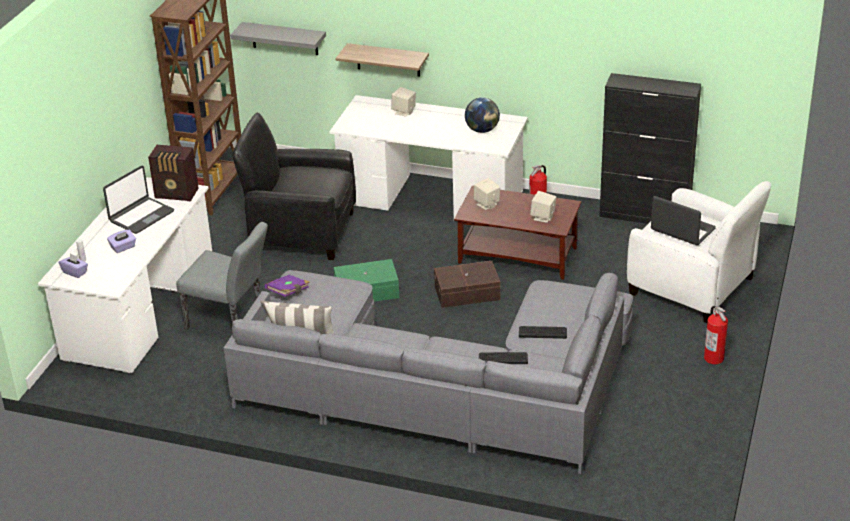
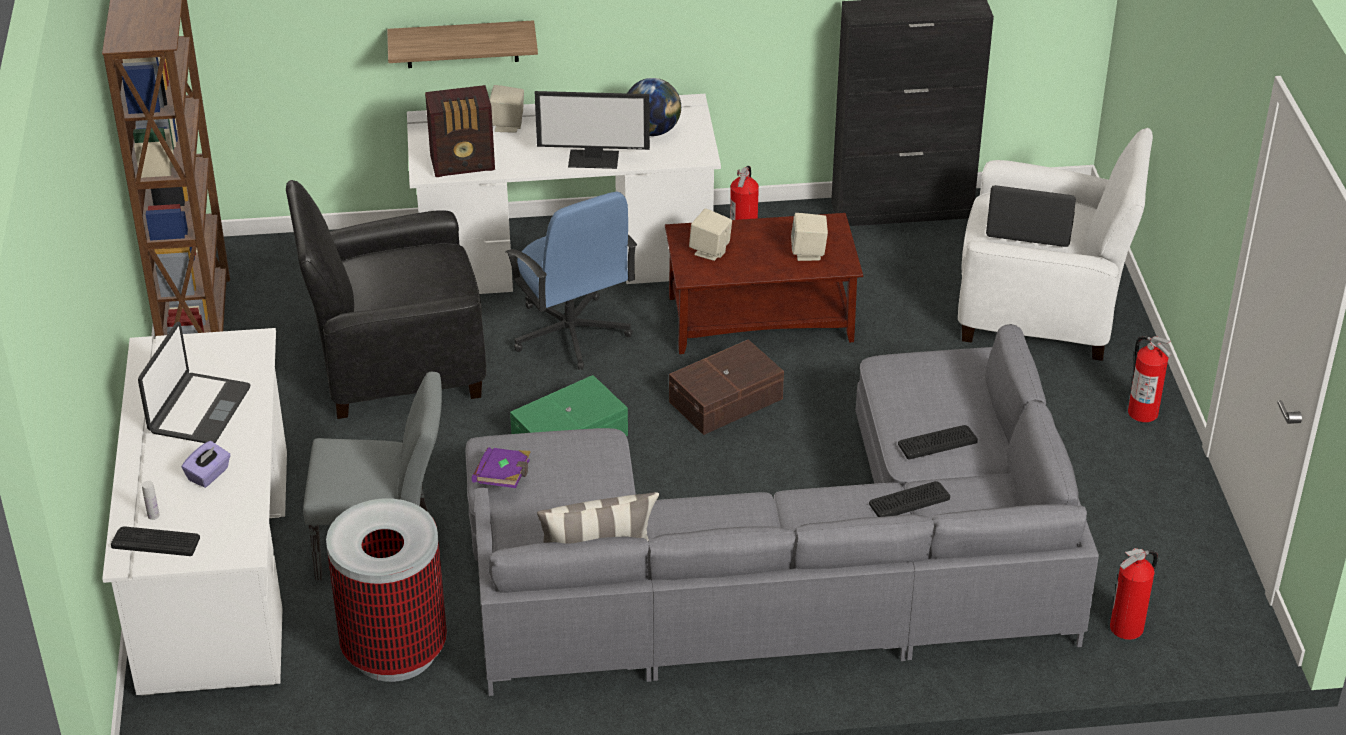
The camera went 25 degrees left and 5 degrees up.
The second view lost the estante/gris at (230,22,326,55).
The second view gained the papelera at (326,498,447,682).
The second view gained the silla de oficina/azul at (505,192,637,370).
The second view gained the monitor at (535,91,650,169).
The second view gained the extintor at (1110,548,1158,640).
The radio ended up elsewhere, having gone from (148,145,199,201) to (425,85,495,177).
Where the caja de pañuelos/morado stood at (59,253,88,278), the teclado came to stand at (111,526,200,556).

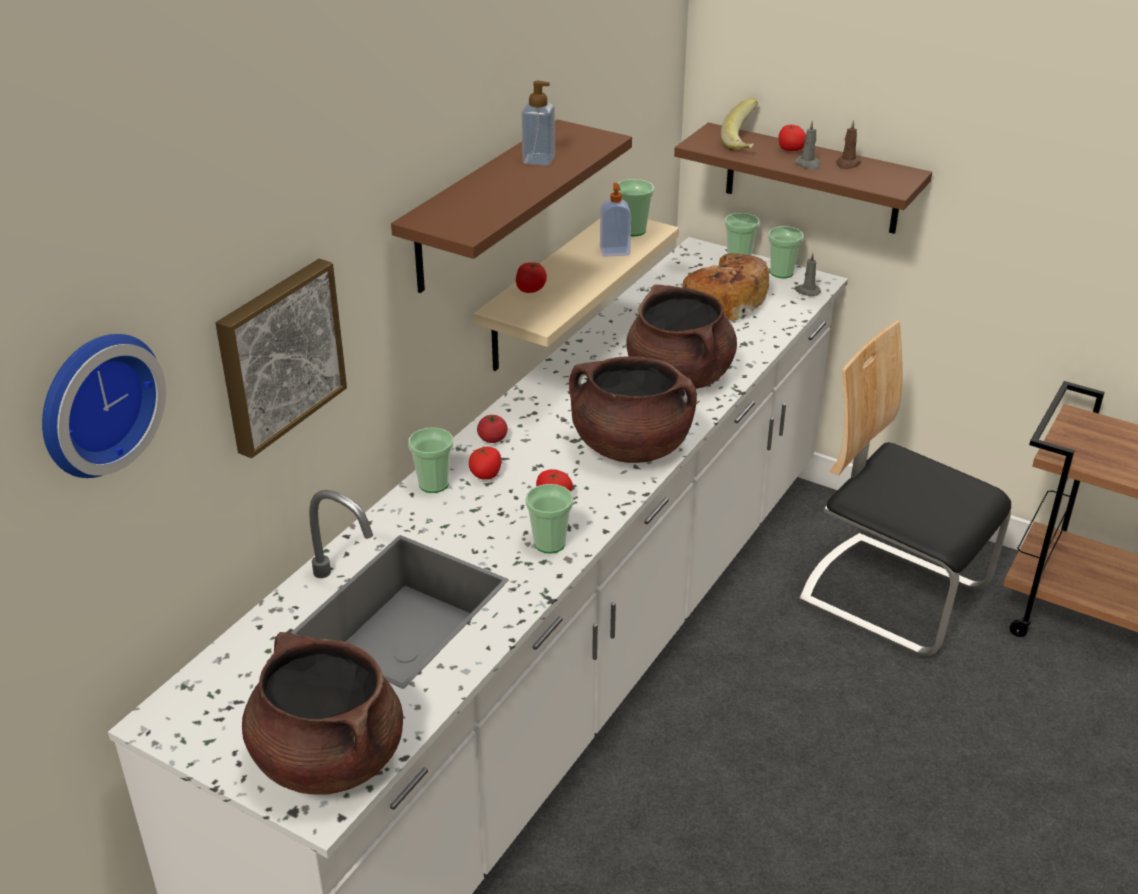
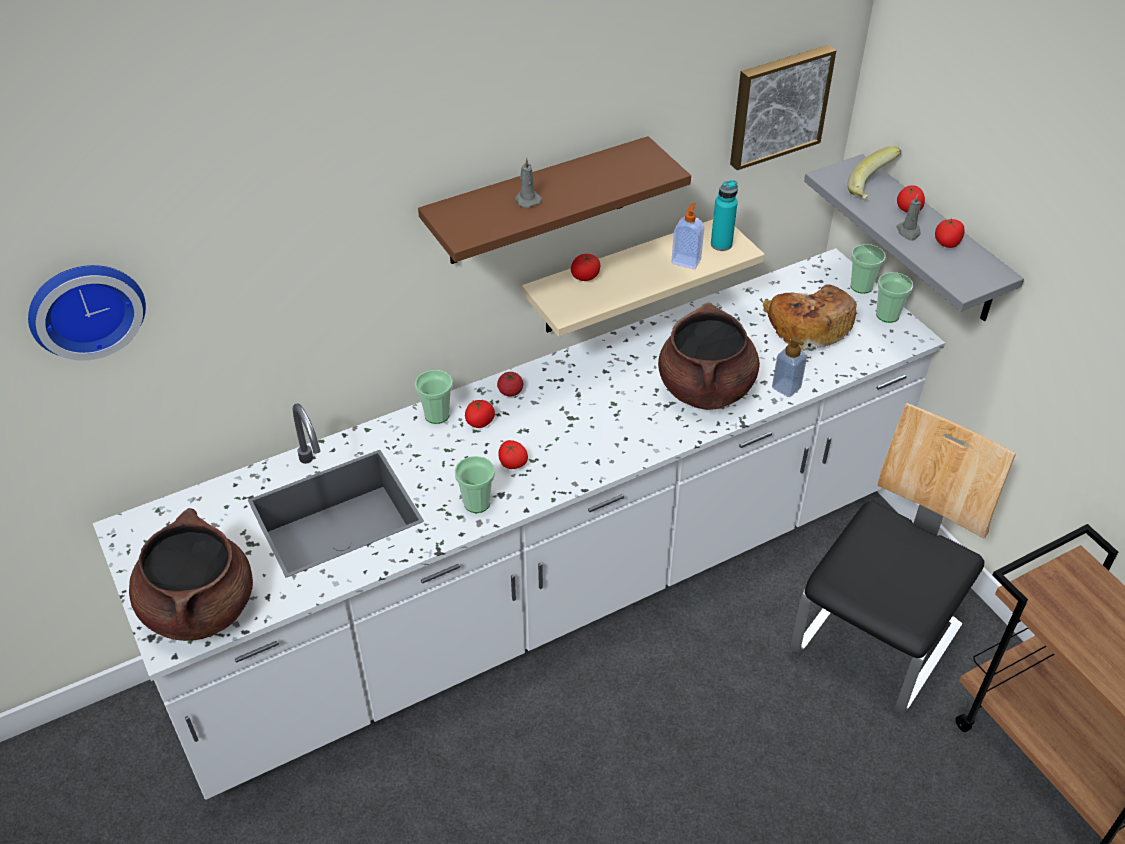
The camera went 30 degrees right and 10 degrees up.
The second view lost the olla/marrón at (569,356,697,463).
The cuadro ended up elsewhere, having gone from (215,259,347,458) to (730,45,836,170).
The dispensador de jabón ended up elsewhere, having gone from (522,81,555,166) to (772,337,807,397).
The vela/gris ended up elsewhere, having gone from (795,253,821,296) to (514,158,542,208).
Where the taza stood at (618,179,654,236), the botella/turquesa came to stand at (711,180,738,251).
Where the vela/marrón stood at (836,120,861,169), the tomate came to stand at (935,219,964,248).
What was the estante/marrón at (674,123,932,234) turned into the estante/gris at (804,154,1024,321).
The silla at (799,321,1011,657) ended up facing another way, 60 degrees clockwise from before.

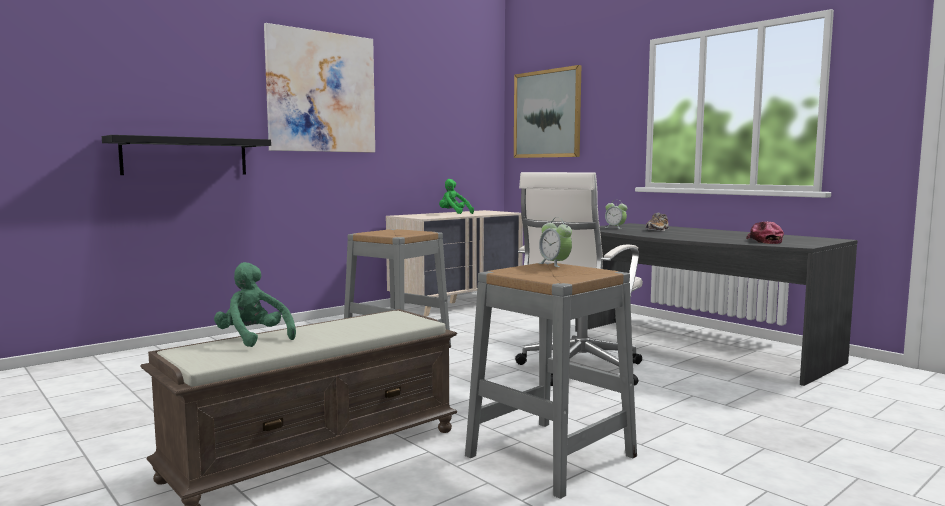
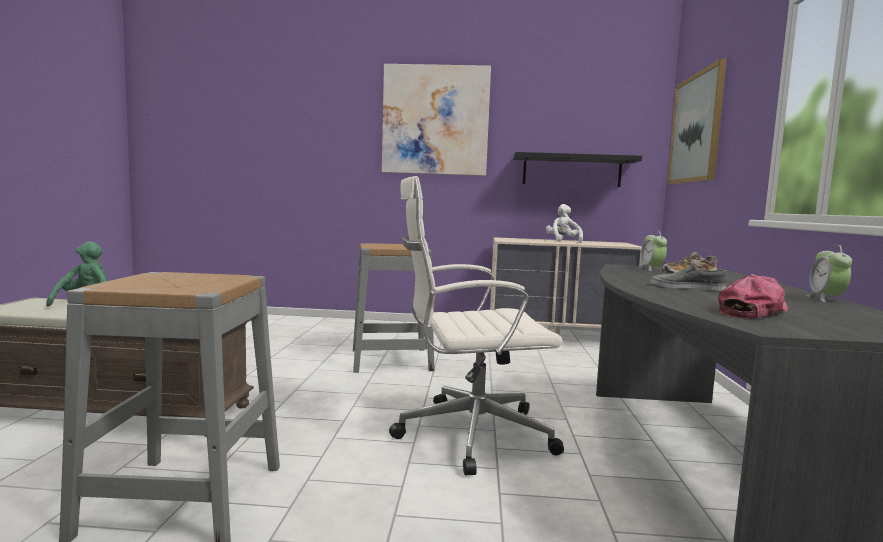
The camera went 45 degrees right and 0 degrees up.
The second view gained the zapato/gris at (651,264,727,291).
The estante/negro ended up elsewhere, having gone from (102,135,271,175) to (513,152,642,187).
The despertador ended up elsewhere, having gone from (539,217,572,267) to (806,245,852,302).
What was the peluche/verde at (439,179,474,214) turned into the peluche/blanco at (546,204,583,243).

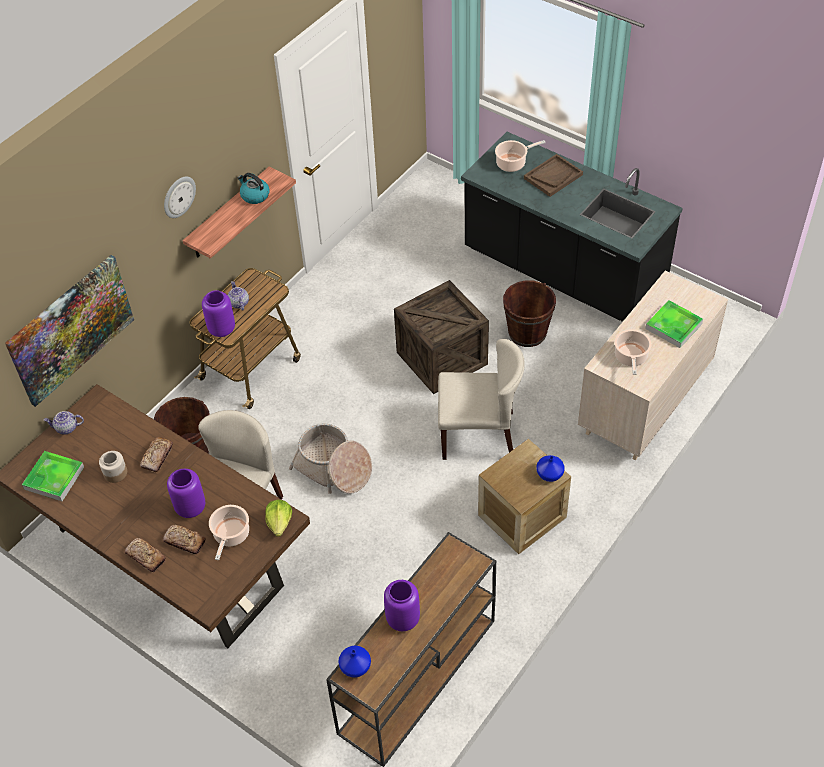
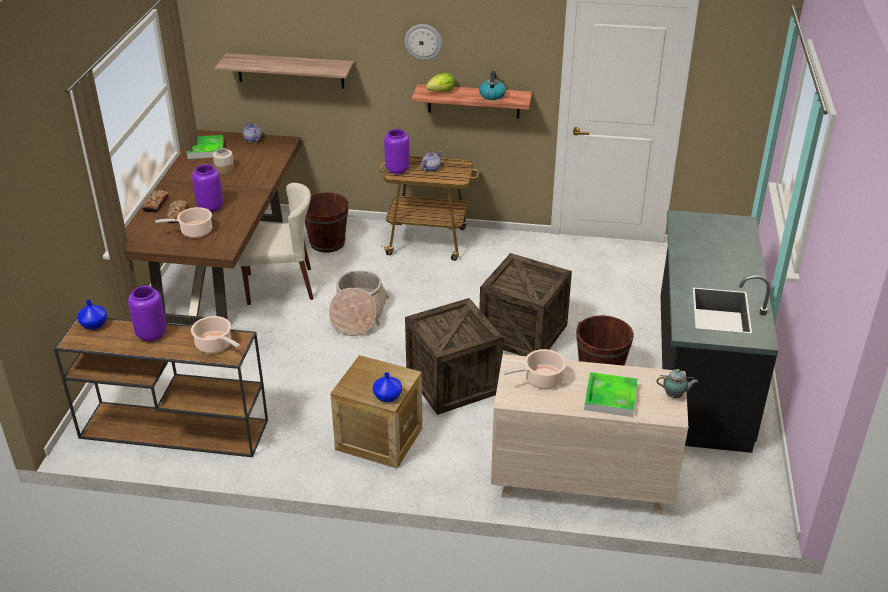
The camera went 60 degrees right and 15 degrees down.
The second view lost the pan at (140,437,173,472).
The second view lost the bandeja/marrón at (524,154,583,197).
The second view gained the tetera at (656,369,698,398).
The lechuga ended up elsewhere, having gone from (265,500,292,537) to (426,73,455,92).
The olla ended up elsewhere, having gone from (495,140,546,172) to (191,316,240,353).
Where the cuadro hung at (5,255,134,407), the estante came to hang at (215,53,354,88).
Where the silla/beis stood at (438,339,525,460), the caja de embalaje came to stand at (405,298,504,415).

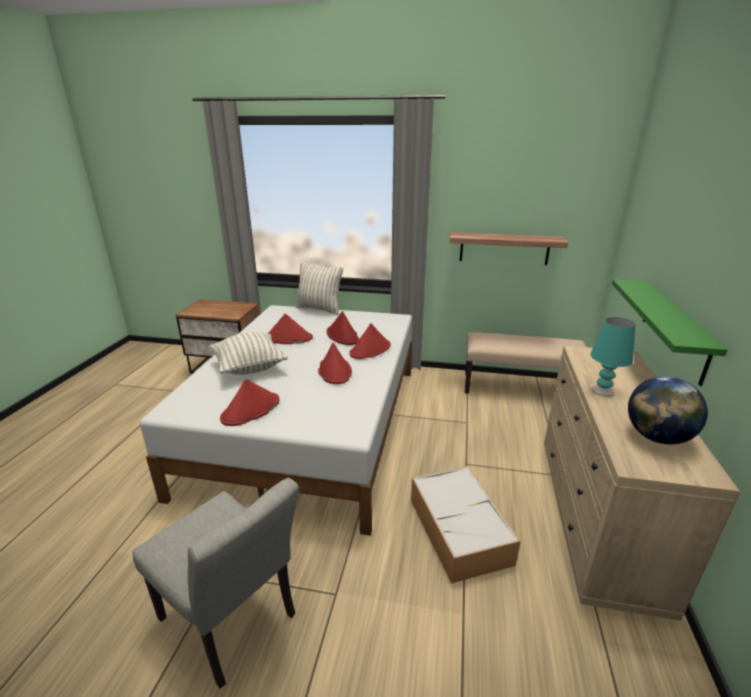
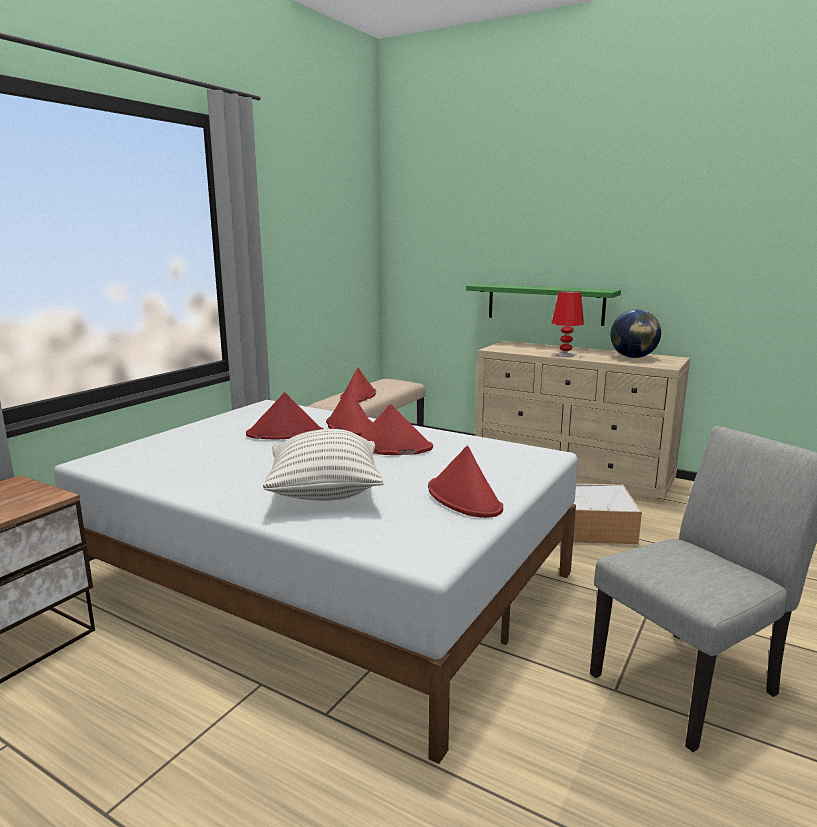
The camera went 70 degrees left and 10 degrees down.
The second view lost the cojín at (295,262,343,315).
The second view lost the estante at (450,232,568,265).
The sombrero/rojo ended up elsewhere, having gone from (268,314,313,344) to (340,367,377,402).
What was the lámpara de mesa/turquesa at (590,317,635,397) turned into the lámpara de mesa/rojo at (552,291,584,357).

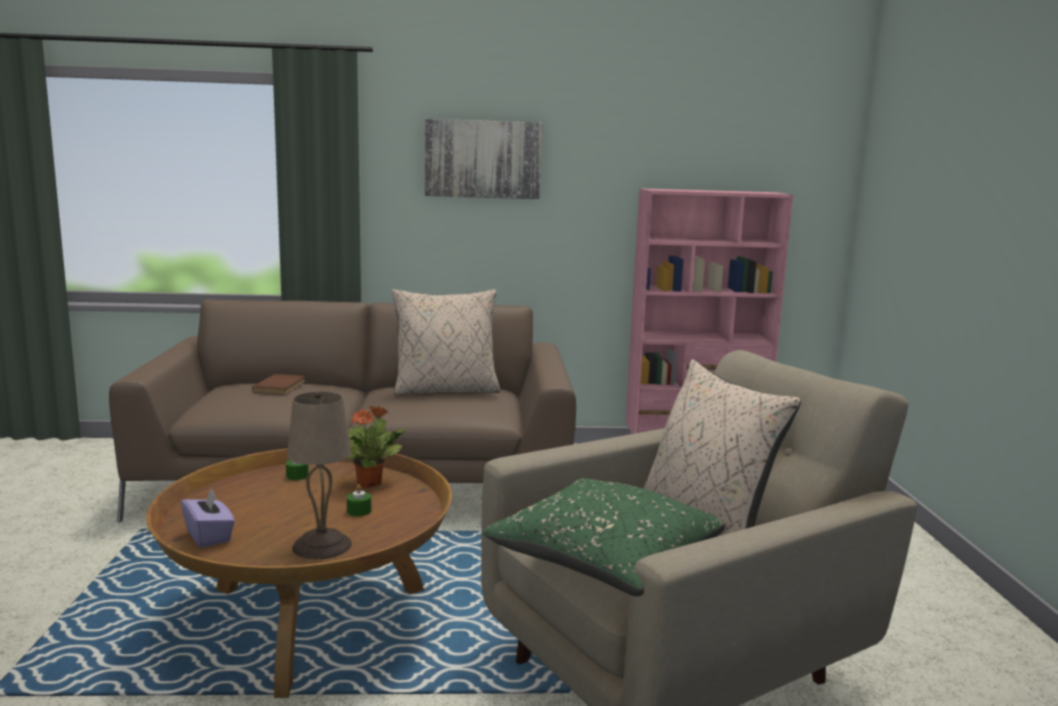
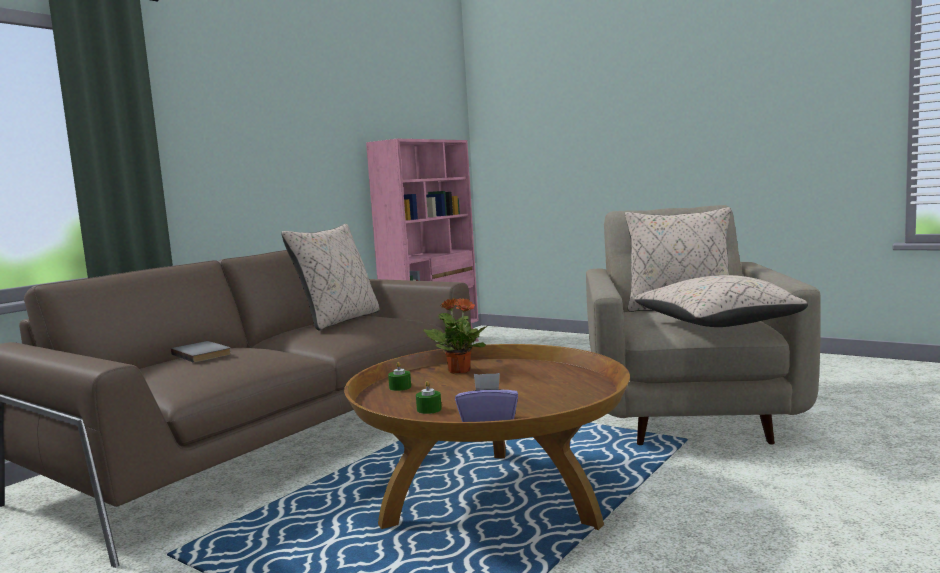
The camera went 50 degrees left and 5 degrees down.
The second view lost the lámpara de mesa/beis at (287,392,352,559).
The second view lost the cuadro at (425,119,542,199).
The vela/verde ended up elsewhere, having gone from (347,484,372,516) to (416,381,442,414).
What was the libro/marrón at (252,374,305,395) turned into the libro/gris at (171,341,231,363).
What was the cojín/verde at (483,478,726,596) turned into the cojín/beis at (634,275,808,327).

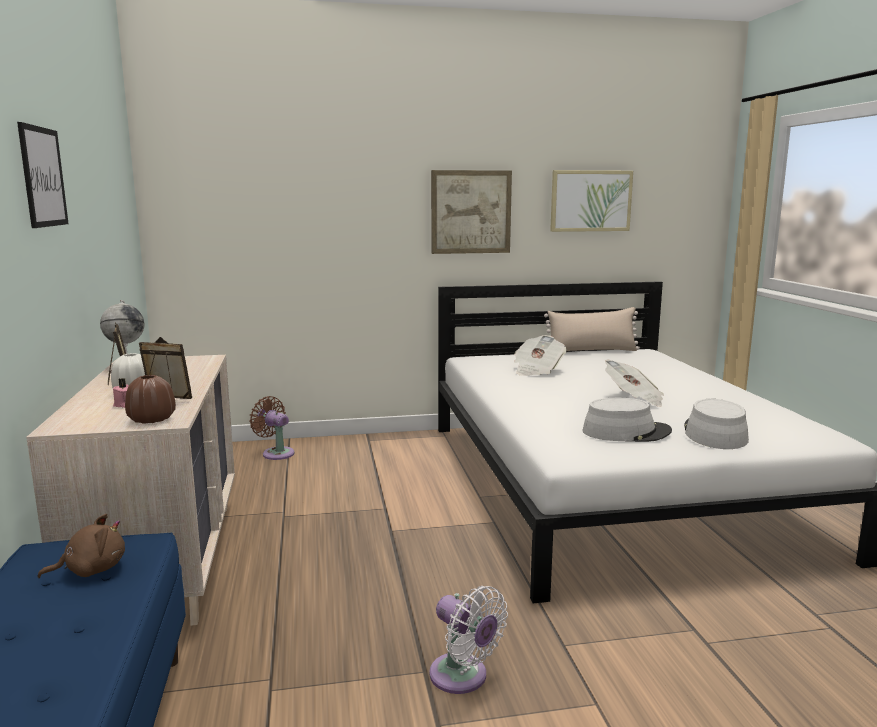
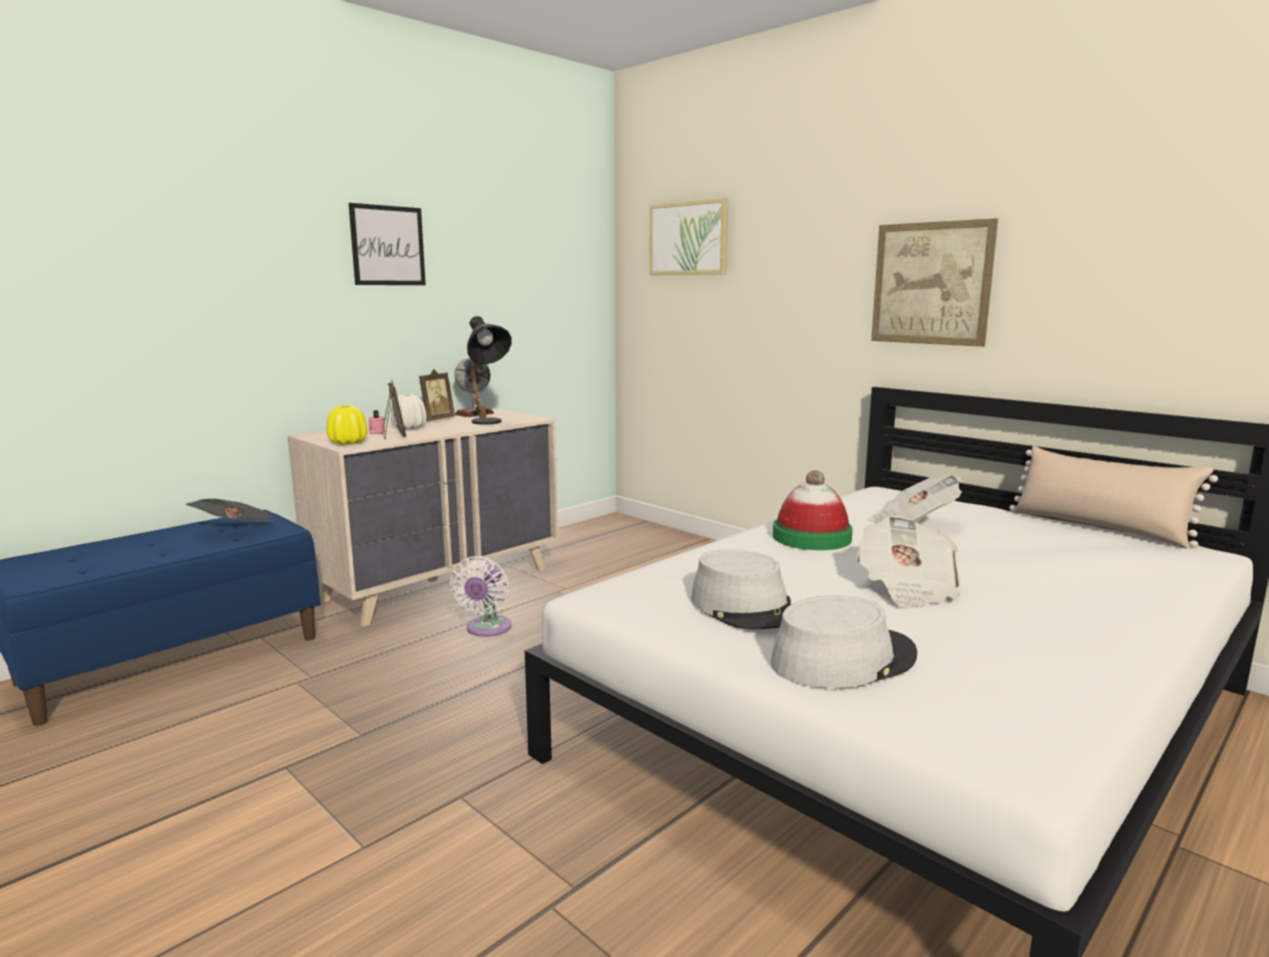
The camera went 55 degrees right and 0 degrees up.
The second view lost the ventilador/marrón at (249,396,295,460).
The second view gained the lámpara de mesa/negro at (467,316,512,425).
The second view gained the sombrero at (773,470,853,550).
The ventilador/blanco ended up elsewhere, having gone from (429,586,508,694) to (450,556,511,637).
The cuadro ended up elsewhere, having gone from (550,170,633,232) to (649,198,728,275).
Where the peluche/marrón stood at (37,514,125,578), the periódico came to stand at (186,499,273,522).
What was the florero/marrón at (125,375,176,424) turned into the florero/amarillo at (327,405,367,445).

